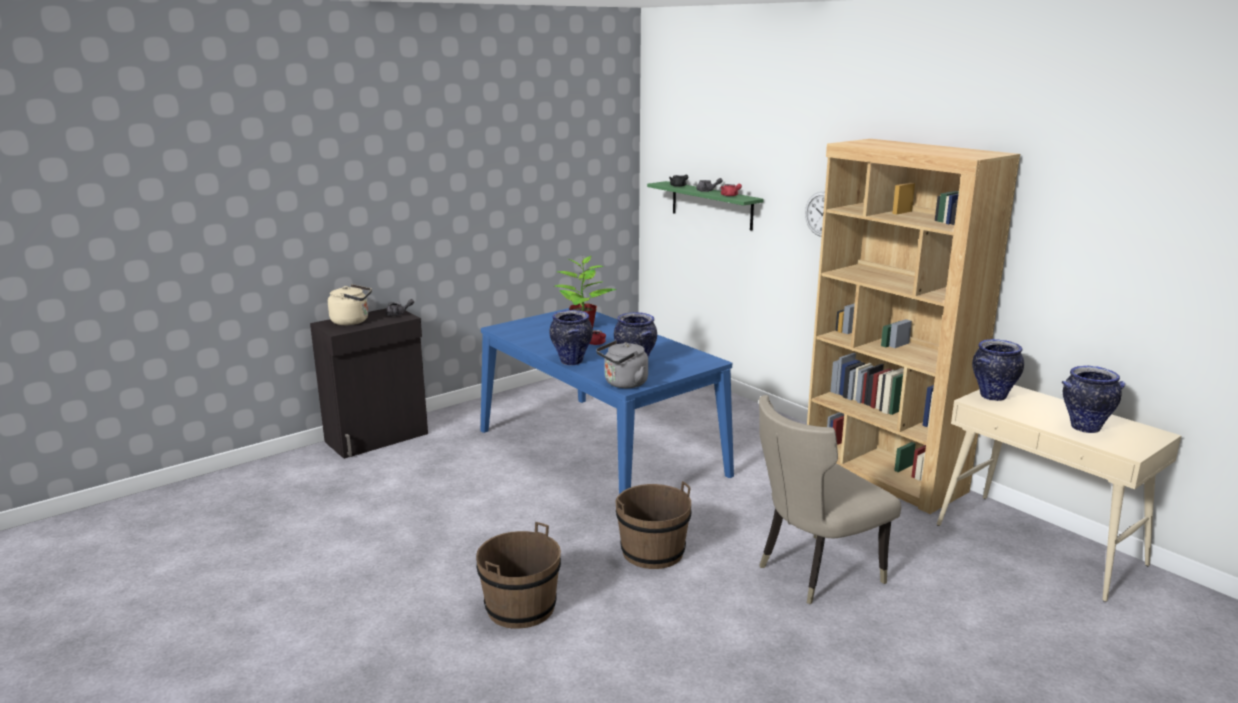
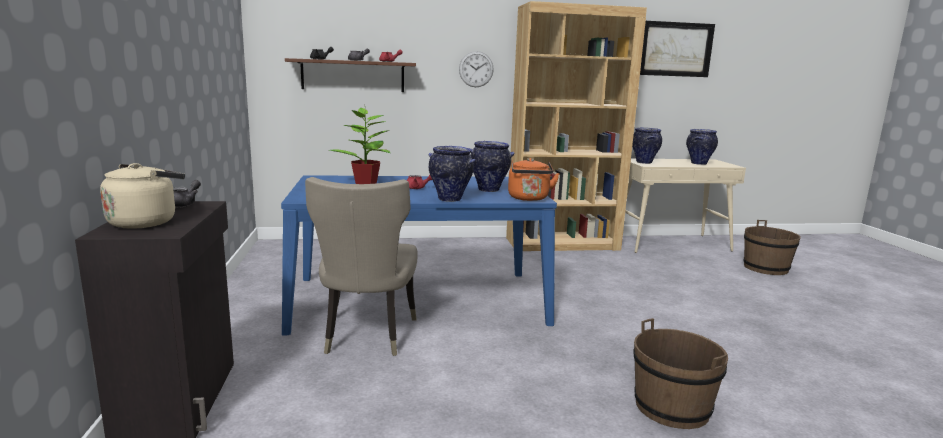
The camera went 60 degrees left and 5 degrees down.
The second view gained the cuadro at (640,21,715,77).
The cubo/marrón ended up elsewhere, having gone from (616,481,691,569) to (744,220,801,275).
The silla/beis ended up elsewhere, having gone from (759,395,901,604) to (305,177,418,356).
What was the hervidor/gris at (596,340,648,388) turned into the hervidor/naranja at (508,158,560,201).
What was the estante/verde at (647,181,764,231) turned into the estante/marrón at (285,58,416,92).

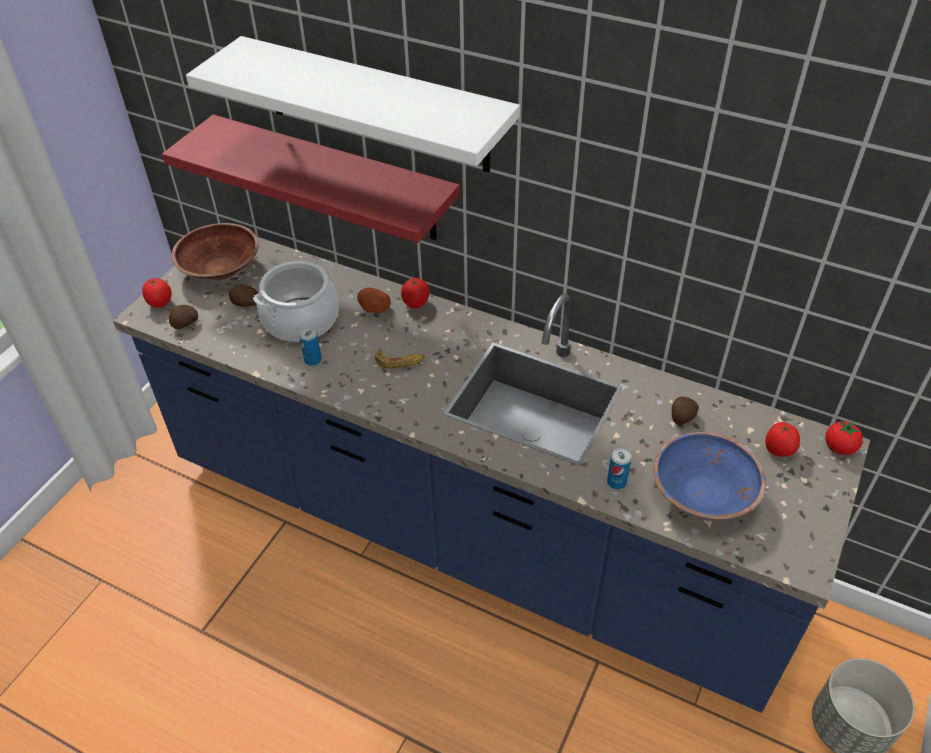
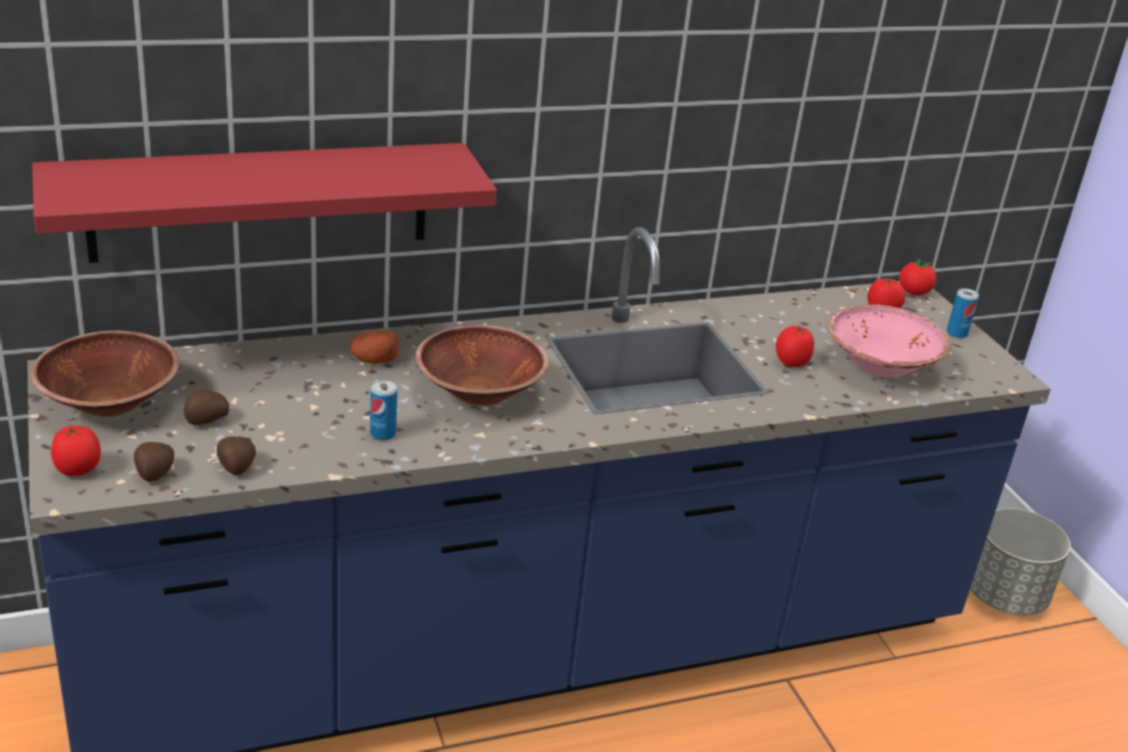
The camera went 50 degrees left and 15 degrees down.
The second view lost the estante/blanco at (186,36,520,172).
The second view lost the olla at (253,259,339,342).
The tomate ended up elsewhere, having gone from (401,278,430,309) to (776,326,814,367).
The lata ended up elsewhere, having gone from (607,448,632,489) to (947,288,979,338).
The patata ended up elsewhere, having gone from (672,397,699,425) to (217,436,256,475).
Where the plátano stood at (375,348,425,369), the cuenco/marrón came to stand at (416,325,549,406).
What was the cuenco/azul at (653,432,766,520) turned into the cuenco/rosa at (828,305,951,378).

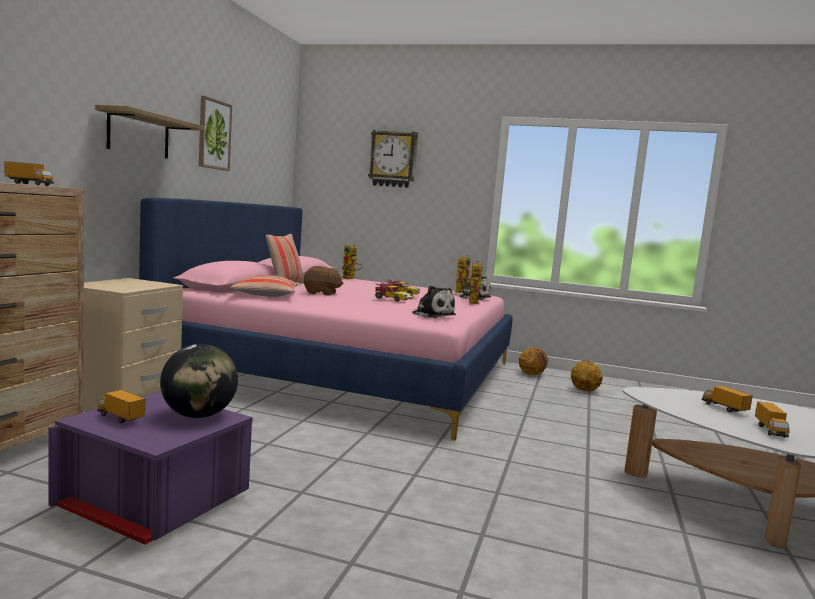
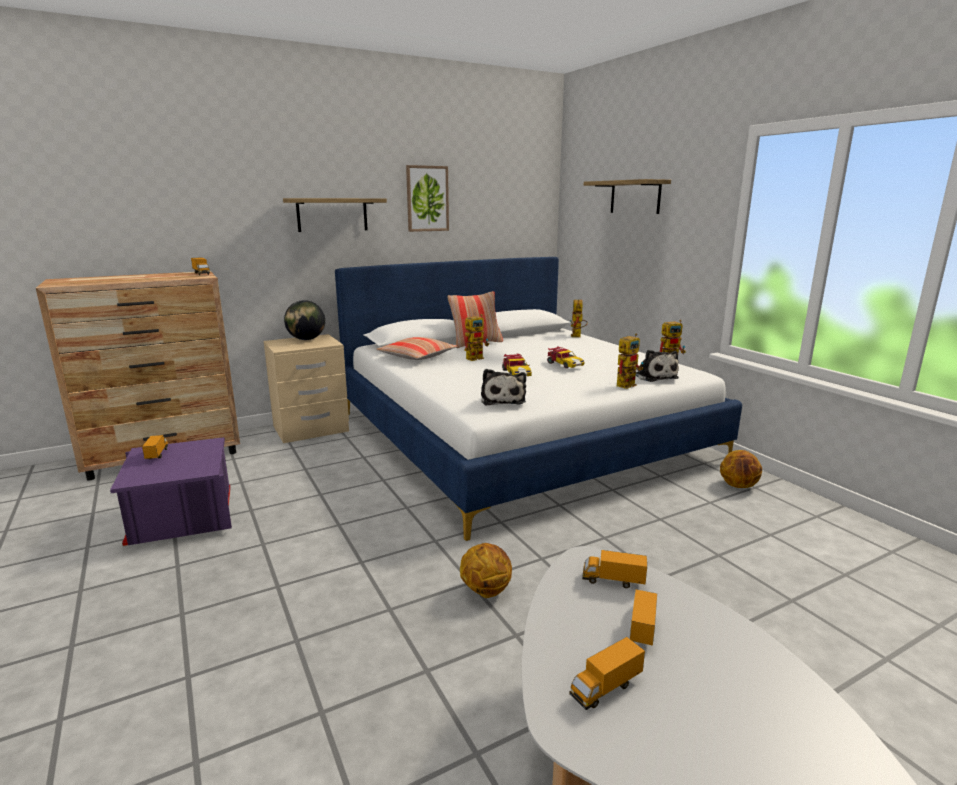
The camera went 45 degrees right and 10 degrees up.
The second view gained the camión de juguete at (582,550,647,588).
The globo terráqueo ended up elsewhere, having gone from (160,344,238,418) to (284,300,325,340).
The balón de baloncesto ended up elsewhere, having gone from (571,360,603,391) to (460,543,512,598).
Where the peluche/marrón stood at (303,266,344,296), the robot de juguete came to stand at (465,314,489,361).
Where the reloj de pared hung at (368,130,418,188), the estante came to hang at (584,179,671,214).
What was the cama/rosa at (139,198,513,440) turned into the cama/blanco at (335,257,742,541).

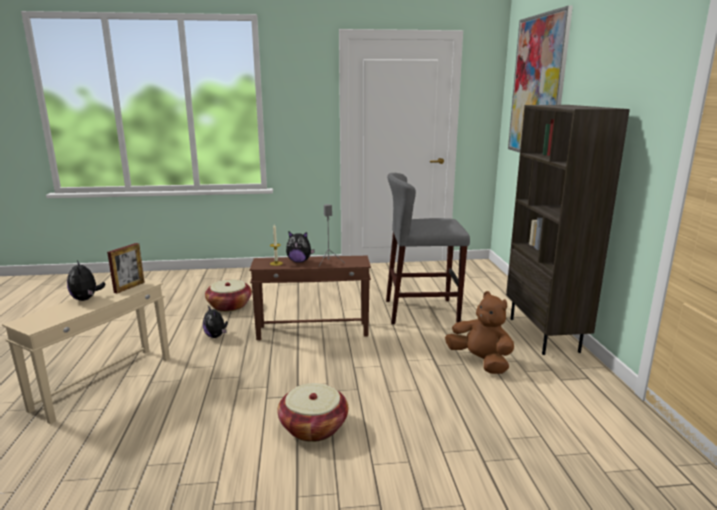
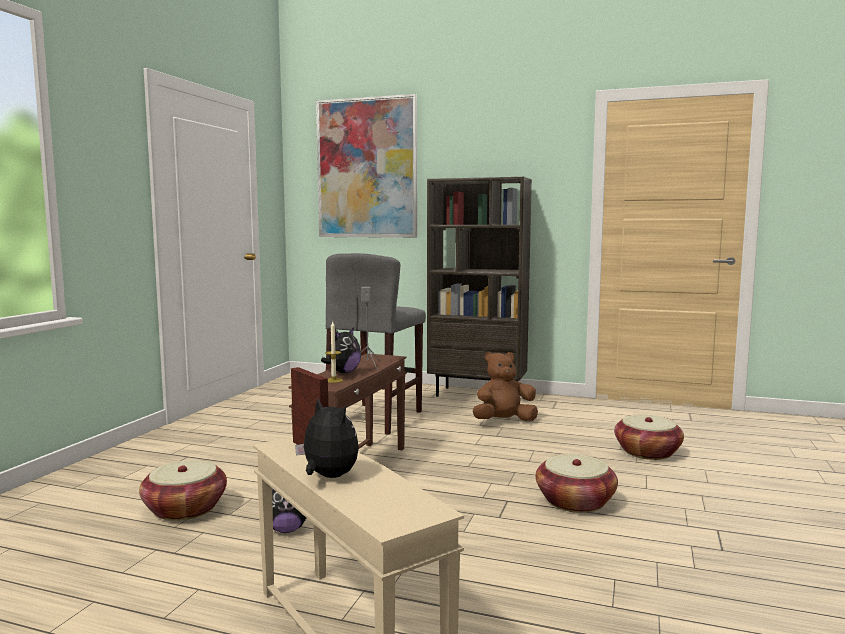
The camera went 65 degrees left and 10 degrees down.
The second view gained the cesta at (614,414,684,460).
The peluche at (67,260,106,301) ended up facing another way, 135 degrees counterclockwise from before.

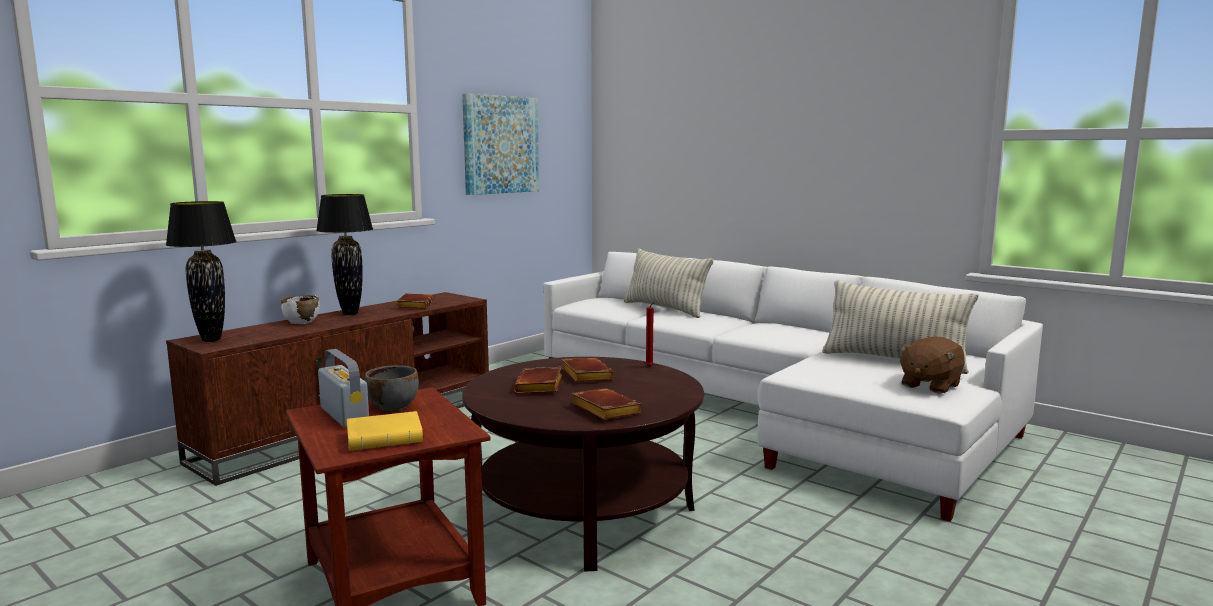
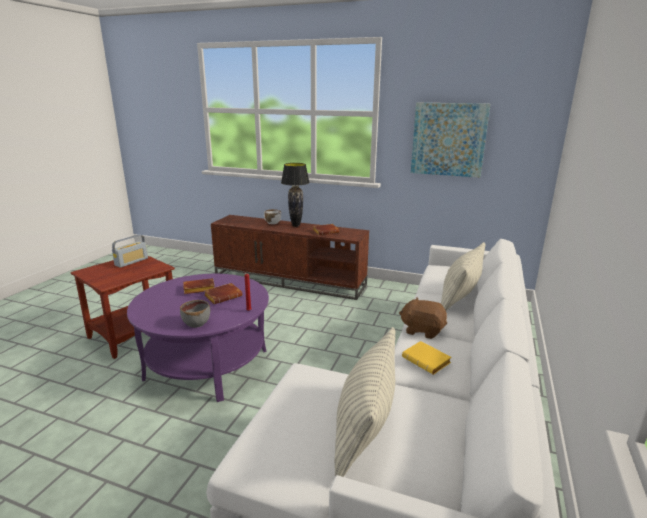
The camera went 70 degrees right and 10 degrees up.
The second view lost the lámpara de mesa/negro at (166,201,237,342).
The second view lost the libro/marrón at (571,388,642,420).
The libro/amarillo ended up elsewhere, having gone from (347,411,423,451) to (402,341,452,375).
The cuenco/gris ended up elsewhere, having gone from (365,365,419,411) to (180,300,210,328).
The peluche/marrón ended up elsewhere, having gone from (898,337,965,394) to (399,297,447,339).
What was the mesa de centro/marrón at (462,357,704,572) turned into the mesa de centro/morado at (127,274,269,402).

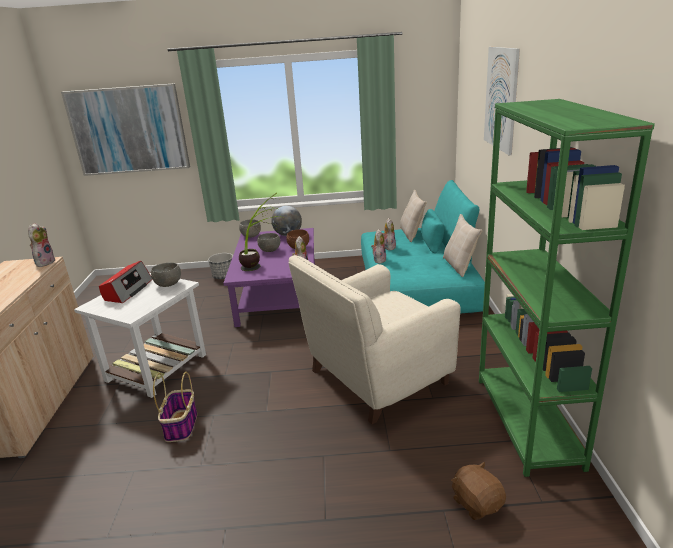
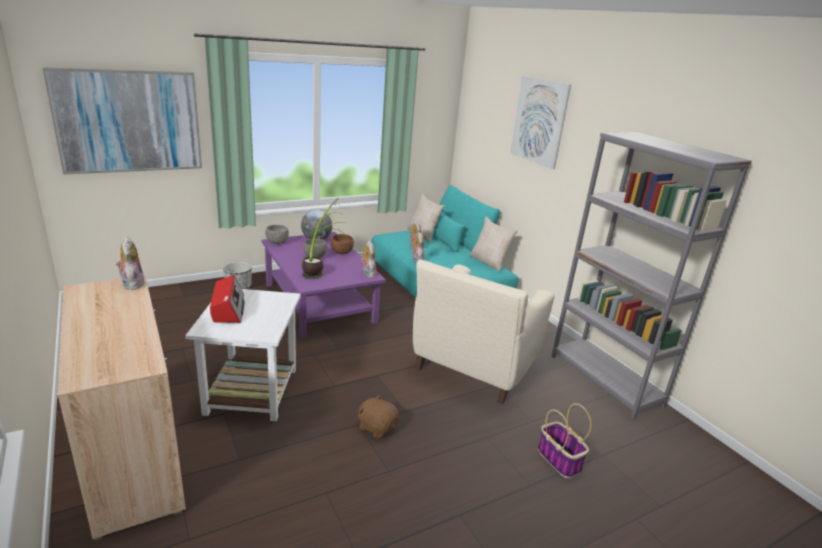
The camera went 30 degrees left and 0 degrees up.
The second view lost the cuenco/gris at (151,262,181,287).
The cesta ended up elsewhere, having gone from (153,372,197,442) to (538,403,592,478).
The peluche/marrón ended up elsewhere, having gone from (451,462,506,520) to (358,395,399,438).
What was the estantería/verde at (479,99,655,477) turned into the estantería/gris at (551,132,752,419).

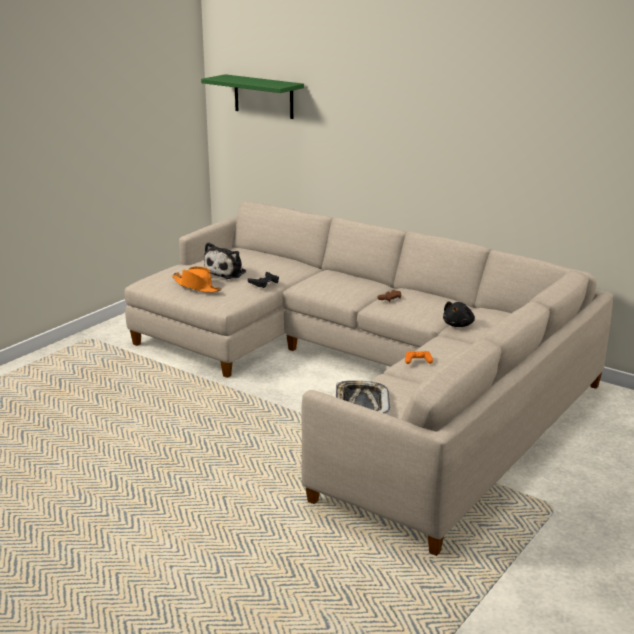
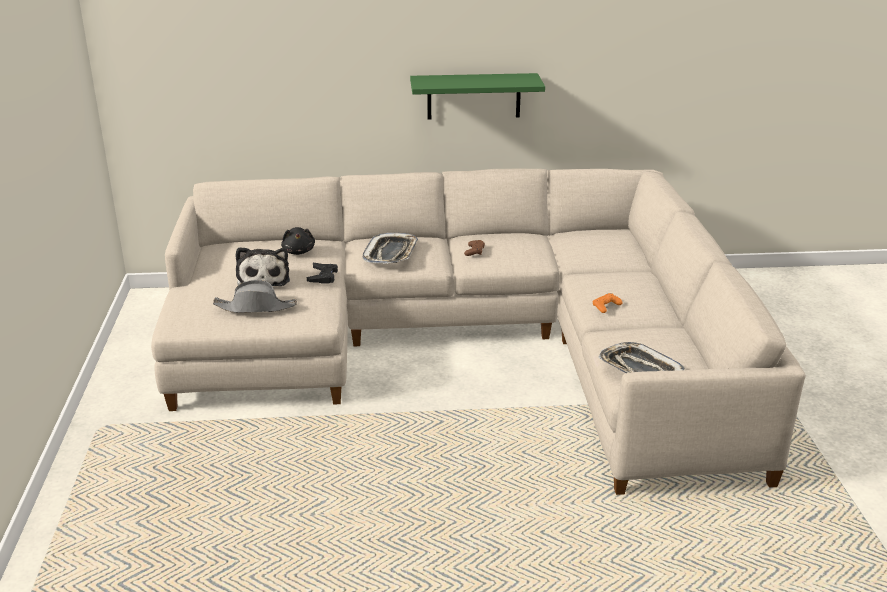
The camera went 40 degrees left and 5 degrees up.
The second view gained the bandeja at (362,233,418,264).
The estante/verde ended up elsewhere, having gone from (201,74,304,119) to (410,73,545,120).
The peluche/negro ended up elsewhere, having gone from (443,301,475,327) to (281,227,315,255).
What was the sombrero/naranja at (172,266,222,293) turned into the sombrero/gris at (213,280,297,313).

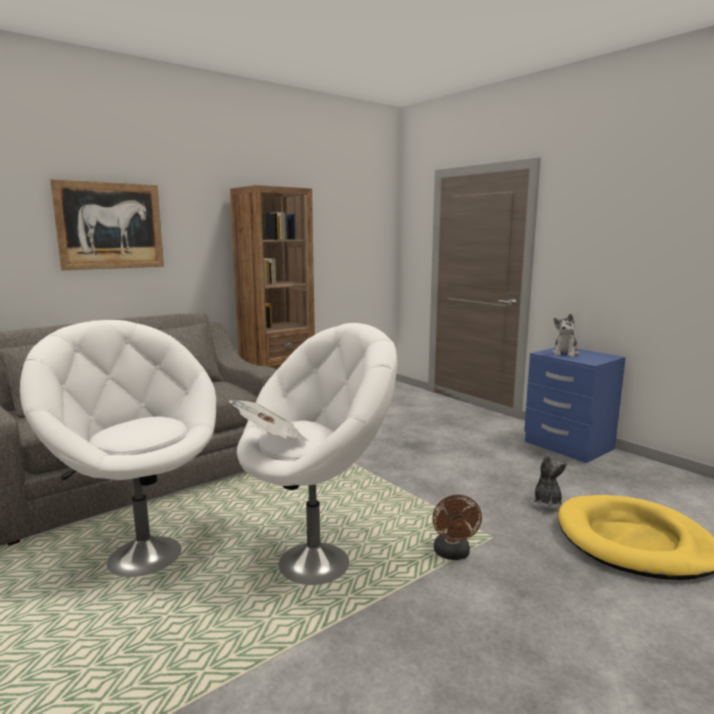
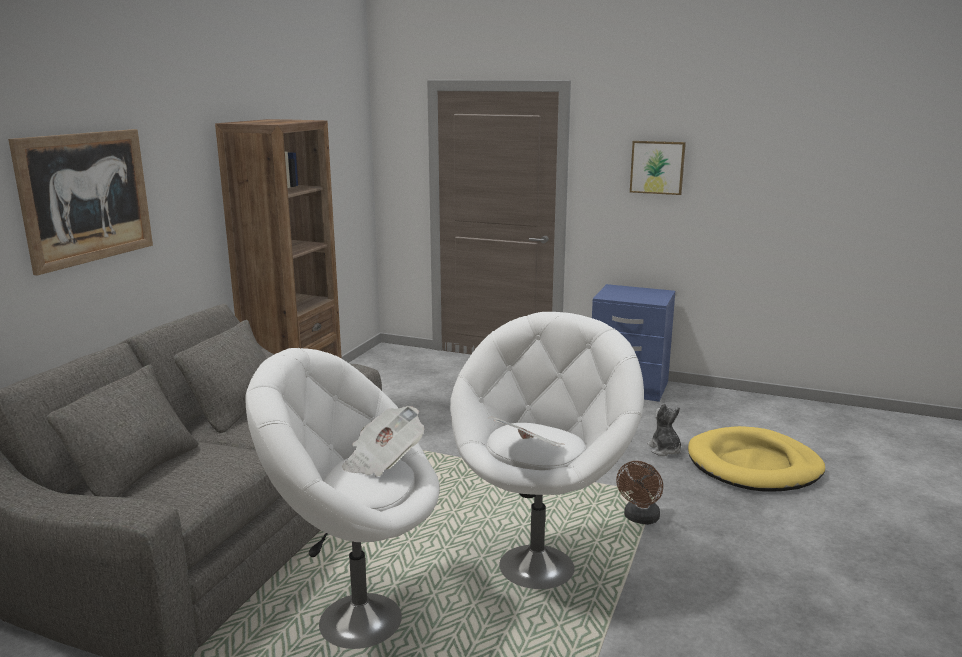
The camera went 30 degrees left and 5 degrees up.
The second view lost the peluche at (552,314,579,357).
The second view gained the periódico at (342,406,424,477).
The second view gained the cuadro at (630,141,686,195).
The ventilador/marrón at (432,495,482,560) ended up facing another way, 60 degrees clockwise from before.

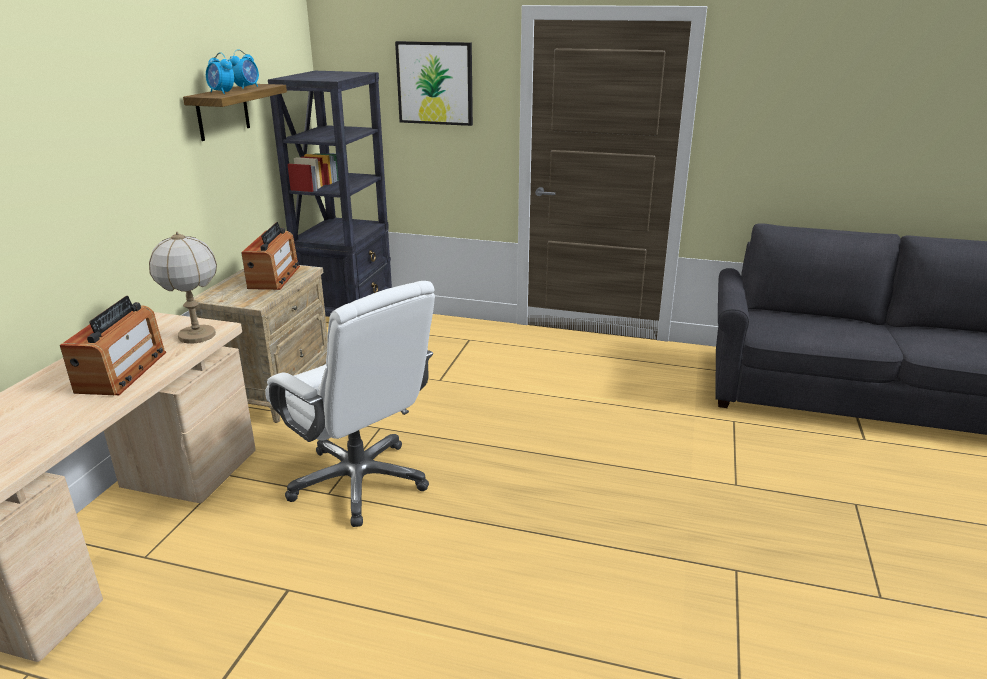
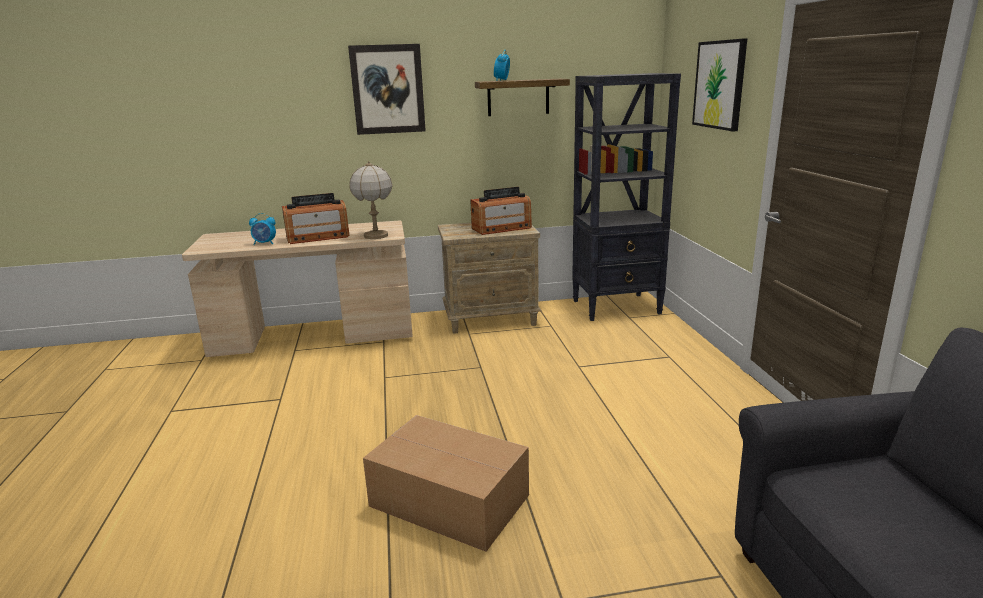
The camera went 65 degrees right and 5 degrees down.
The second view lost the silla de oficina/blanco at (265,281,435,527).
The second view gained the cuadro at (348,44,426,135).
The second view gained the caja de cartón at (363,415,529,552).
The despertador ended up elsewhere, having gone from (229,49,259,89) to (249,213,276,245).

